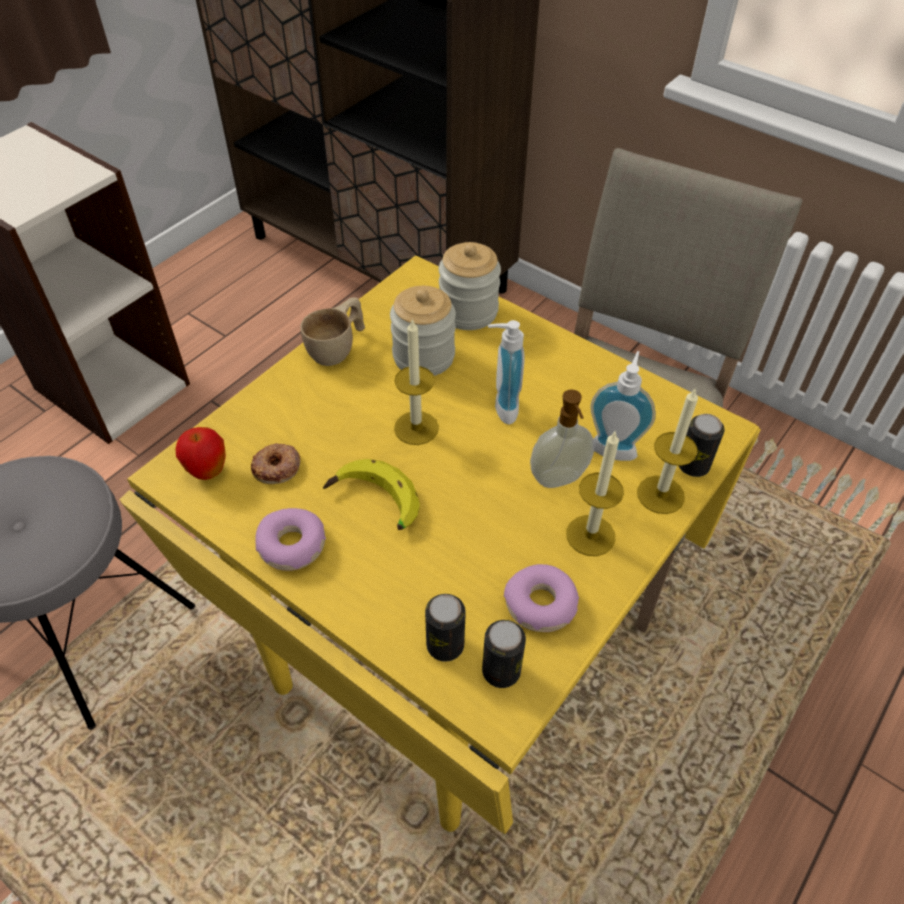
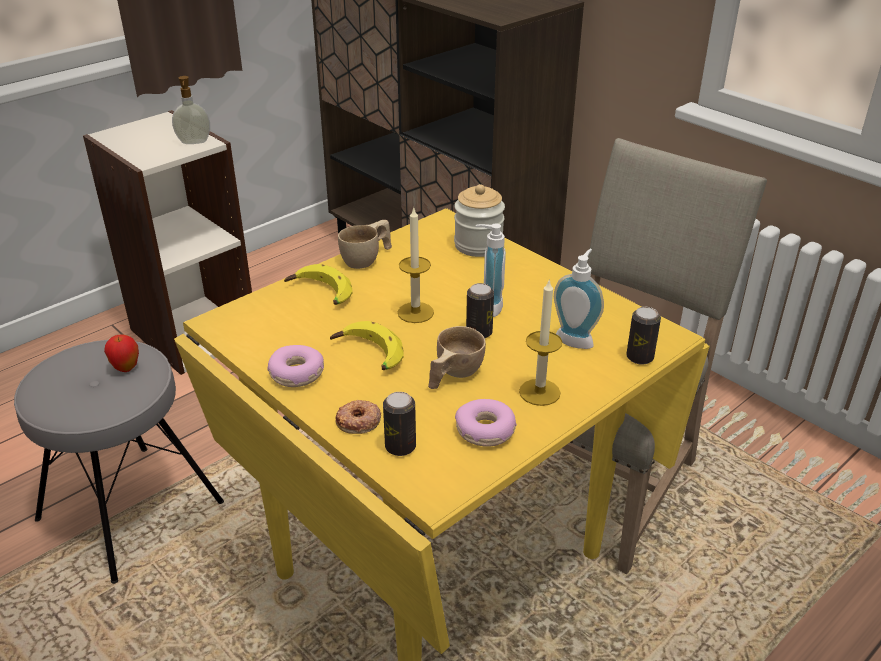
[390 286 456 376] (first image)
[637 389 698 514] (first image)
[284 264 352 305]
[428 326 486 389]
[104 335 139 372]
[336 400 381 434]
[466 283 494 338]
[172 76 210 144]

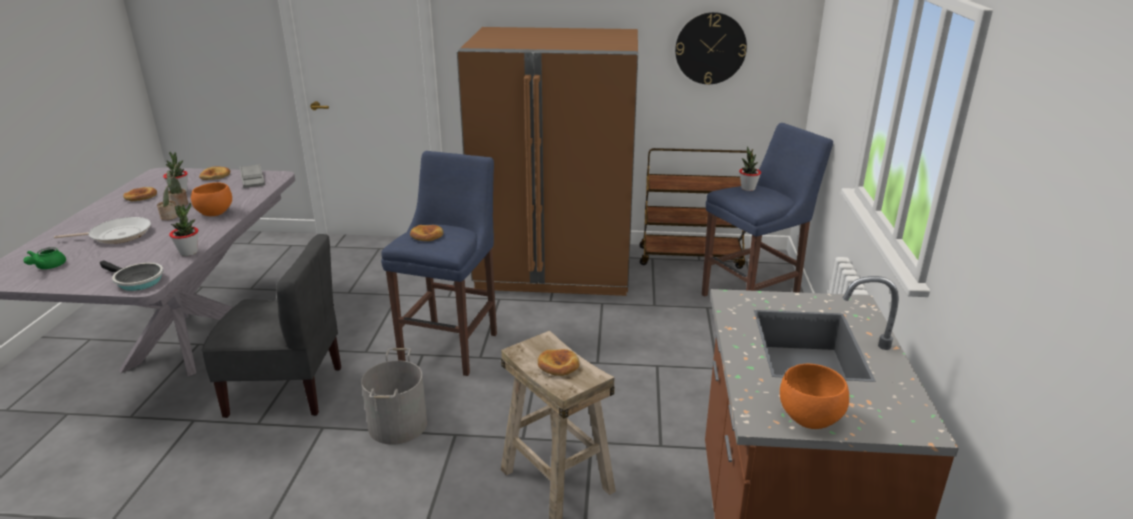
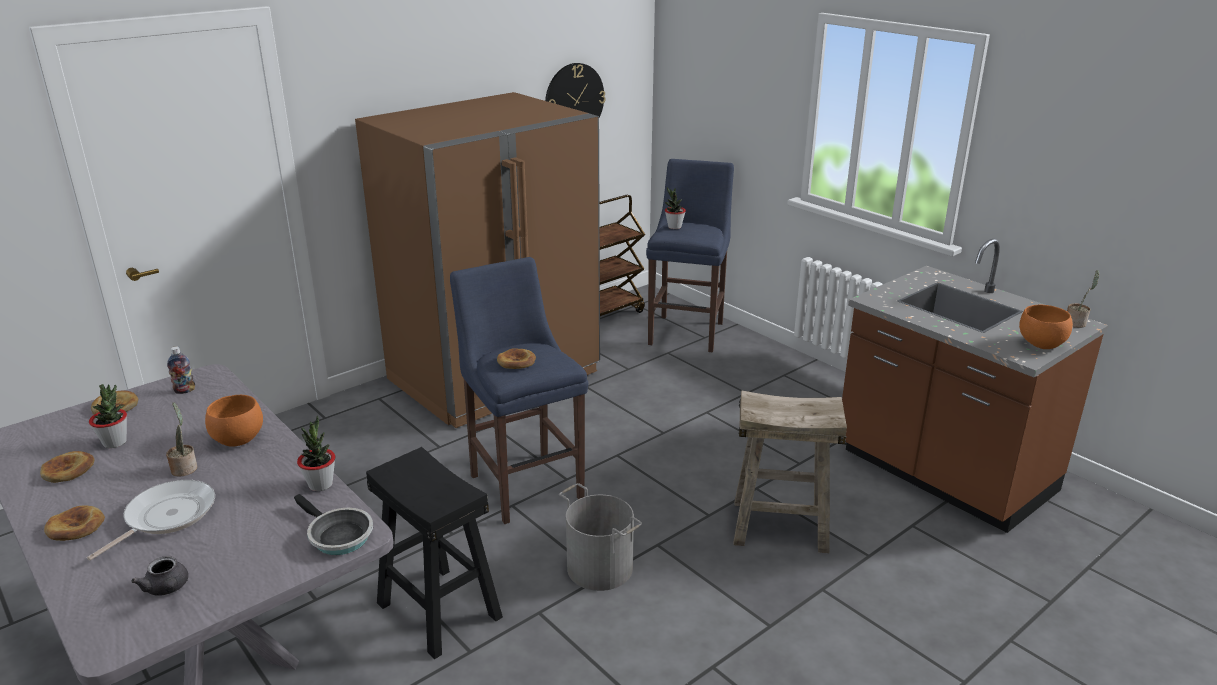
[1067 270 1099 328]
[44 505 105 541]
[366 447 503 659]
[167 346 195 394]
[131 556 188 596]
[294 494 373 555]

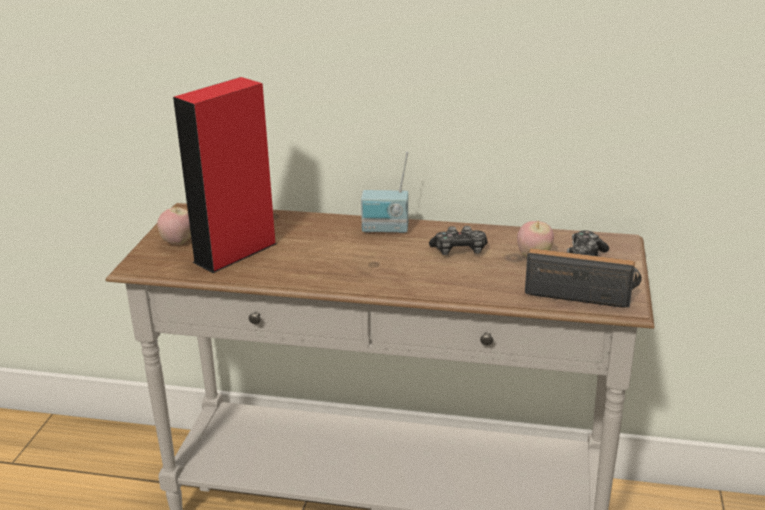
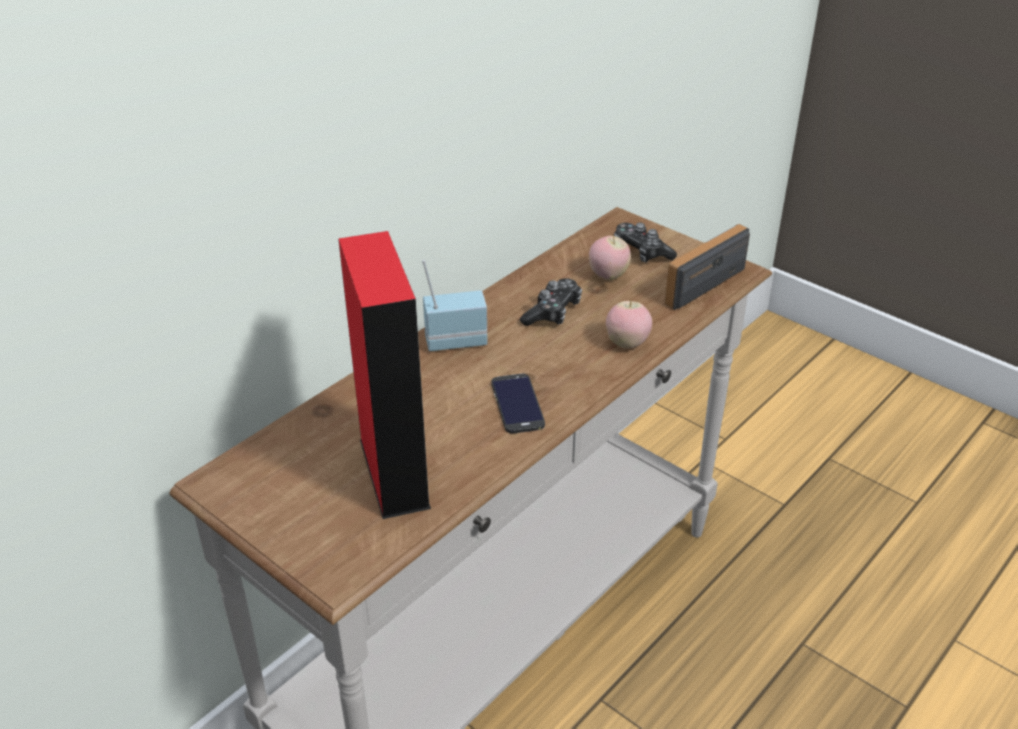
[492 374 545 433]
[606 299 652 349]
[422 260 488 351]

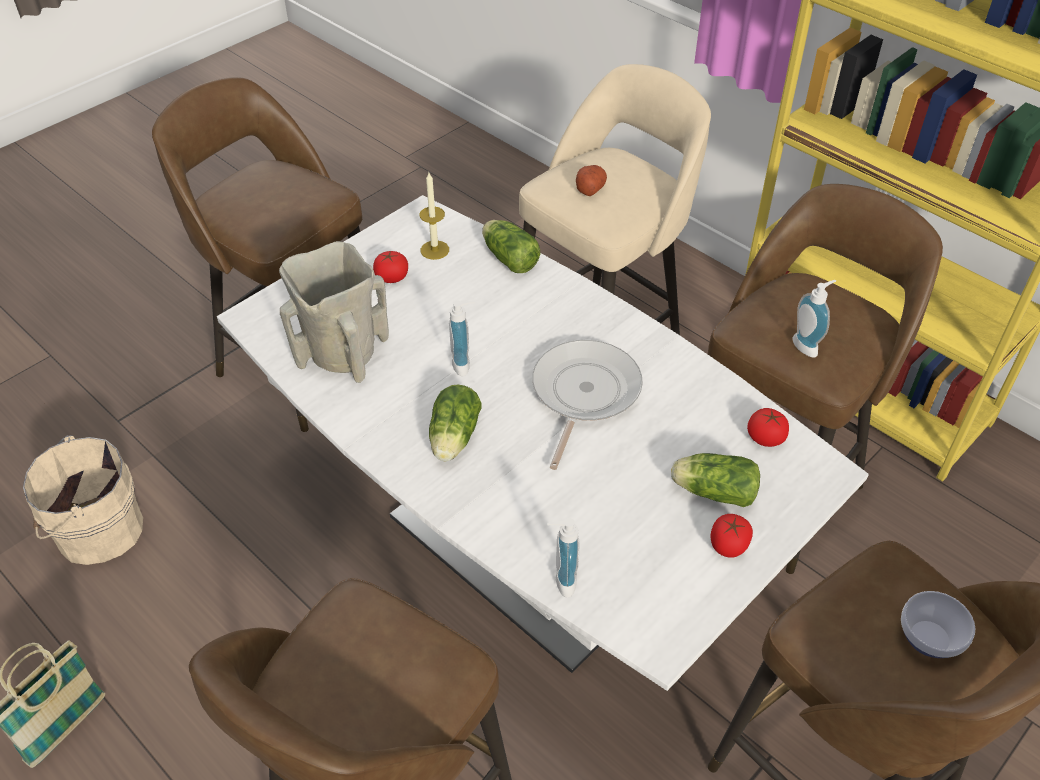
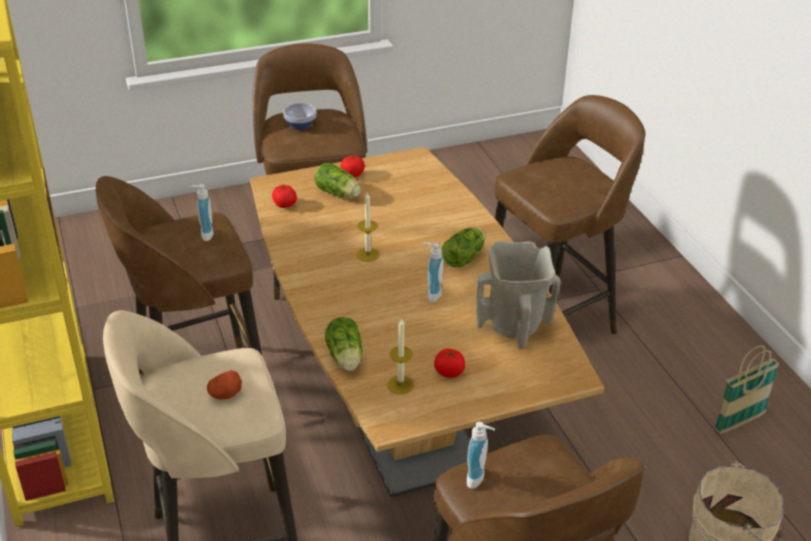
[467 422 495 489]
[356 192 380 262]
[250 147 604 498]

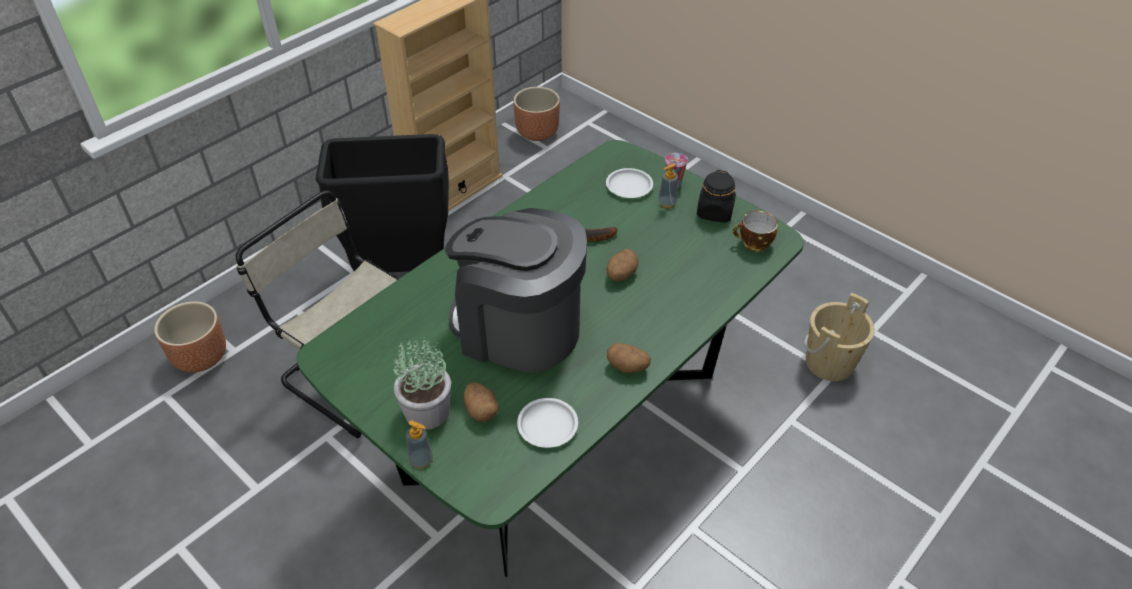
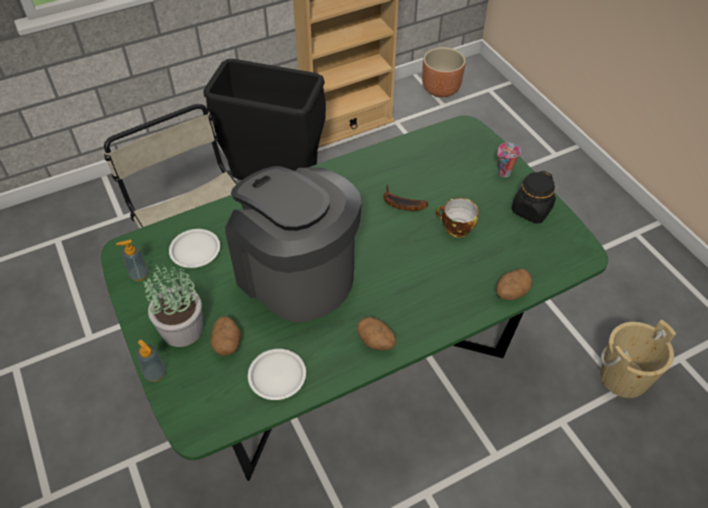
[154 301 226 372] (first image)
[169 229 220 268]
[496 269 532 300]
[116 239 149 281]
[435 198 478 238]

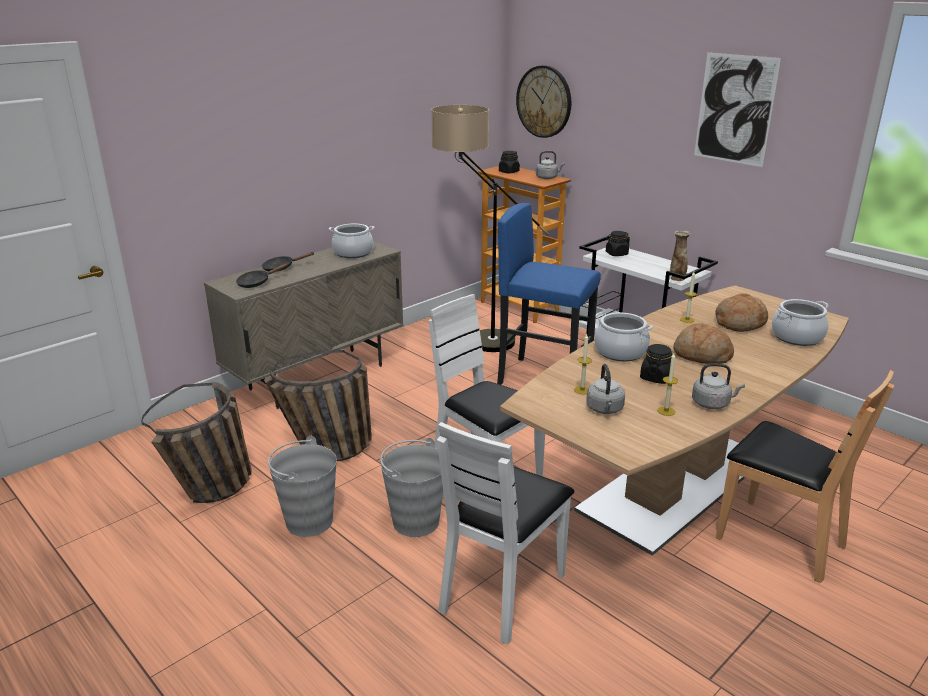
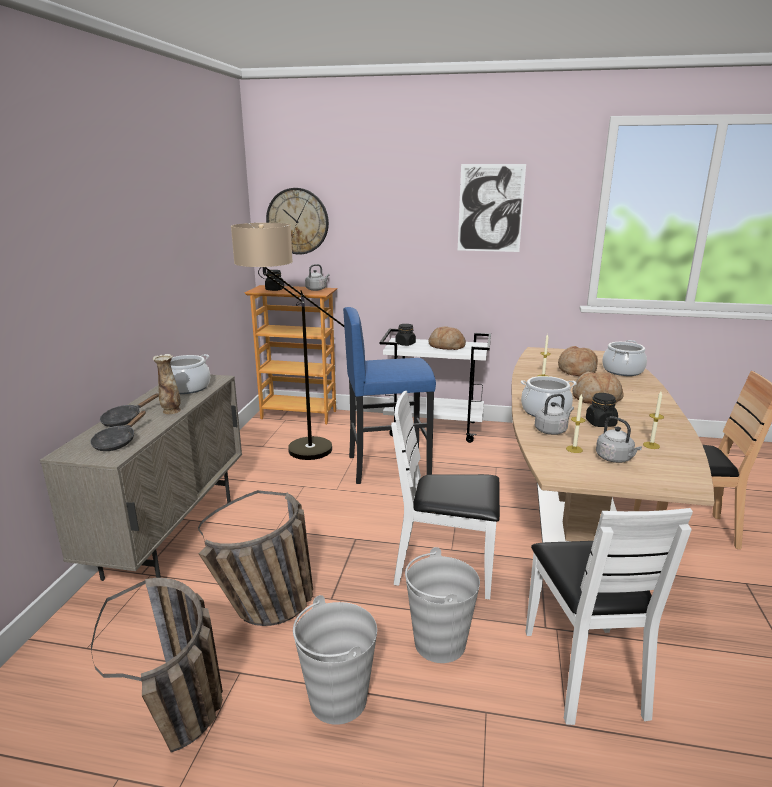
[428 326 466 350]
[153 354 181 414]
[535 394 574 435]

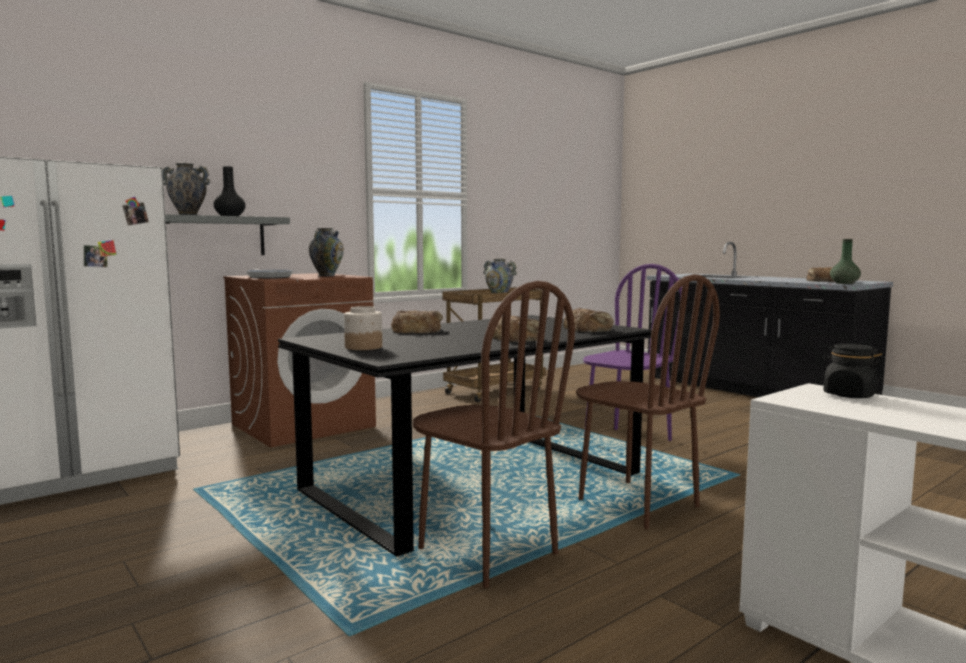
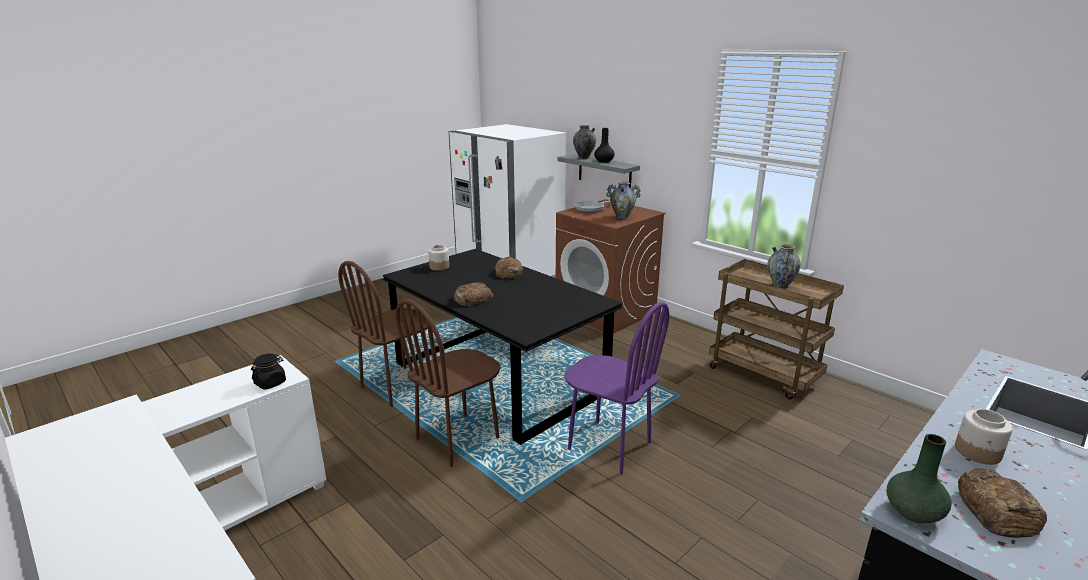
[564 308 614 332] (first image)
[955 409 1013 465]

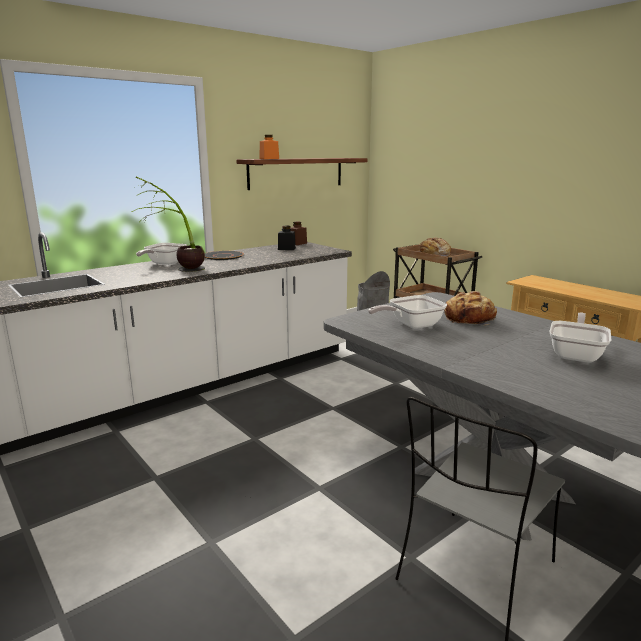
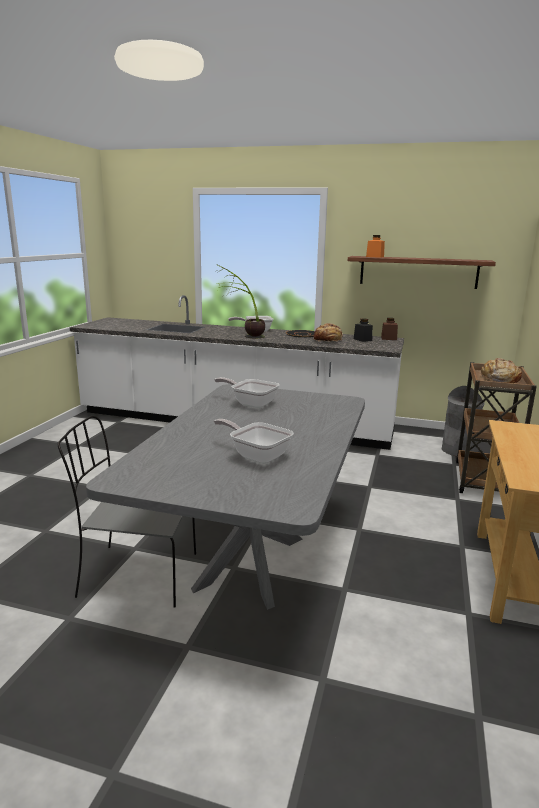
[313 323 343 342]
[214 419 294 464]

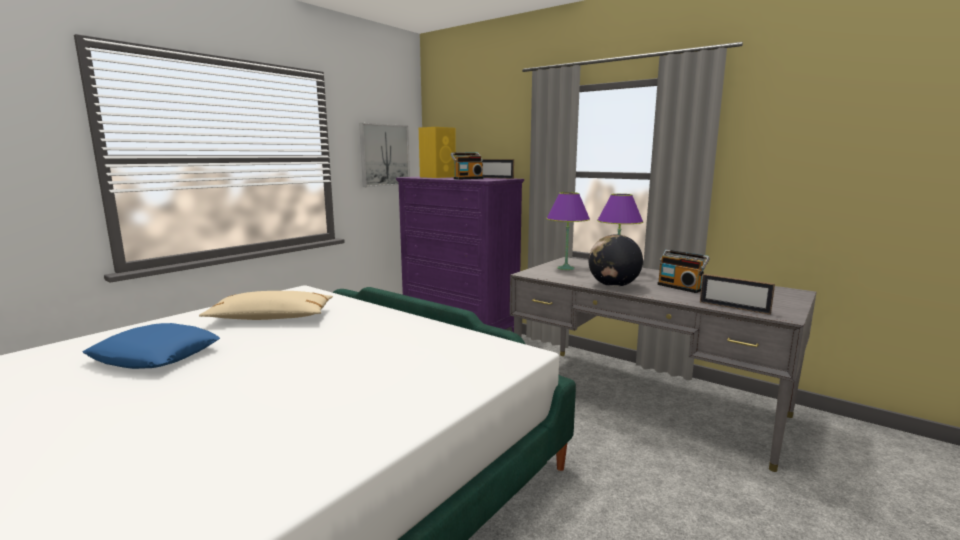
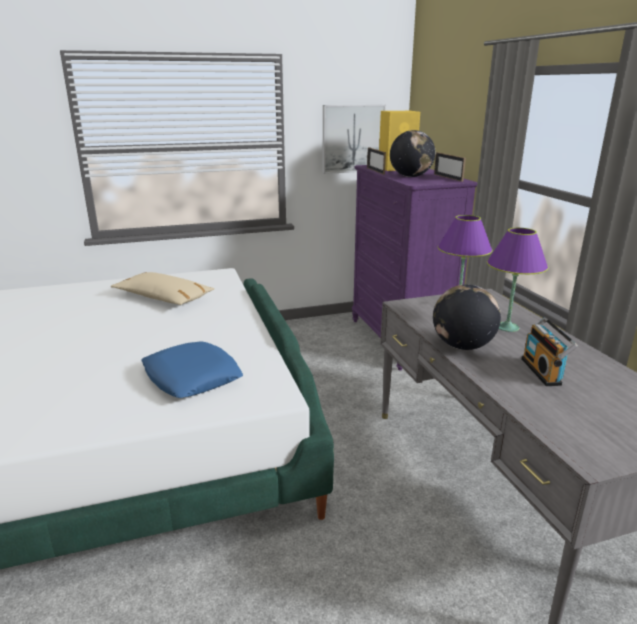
[141 342 243 398]
[367 147 386 174]
[390 130 435 177]

